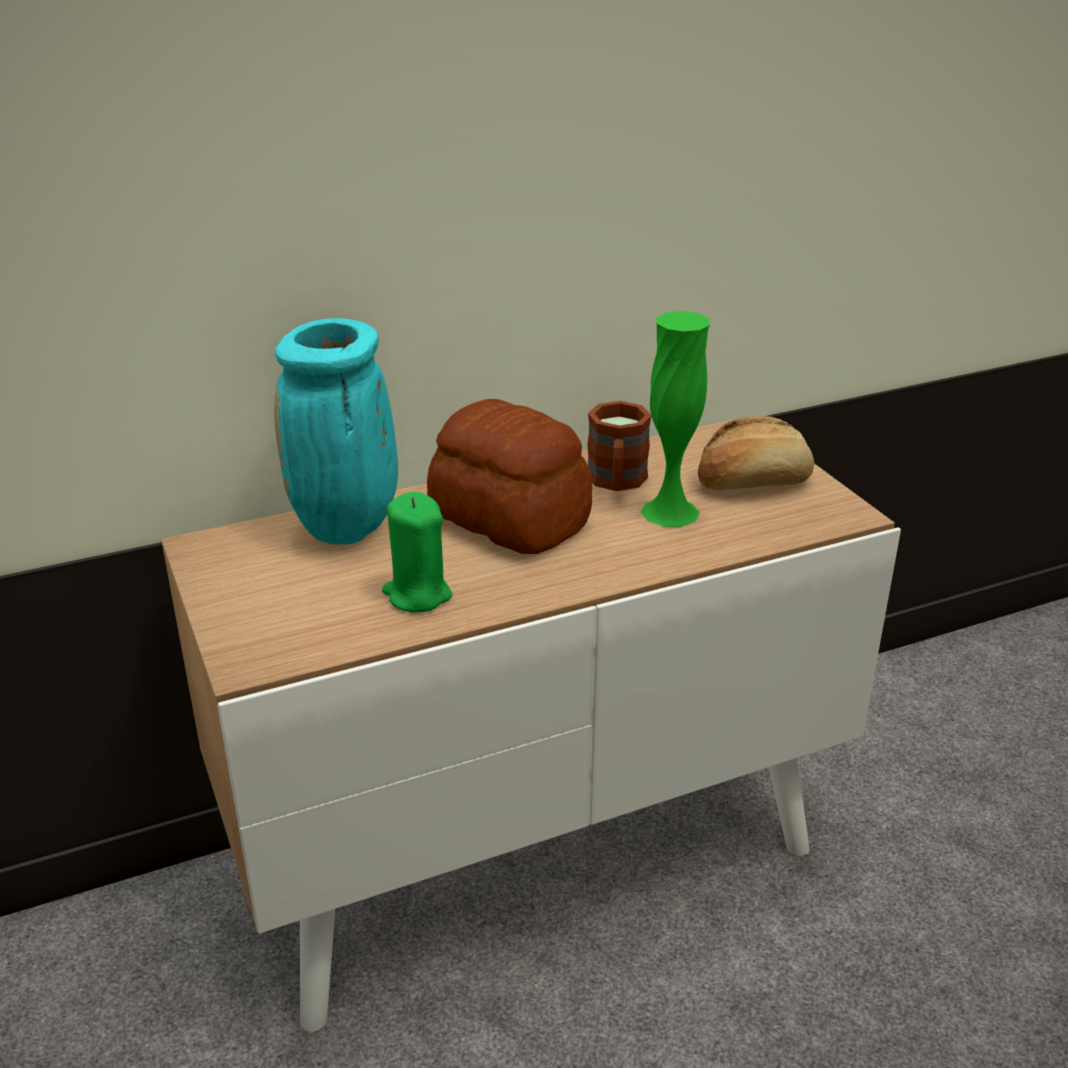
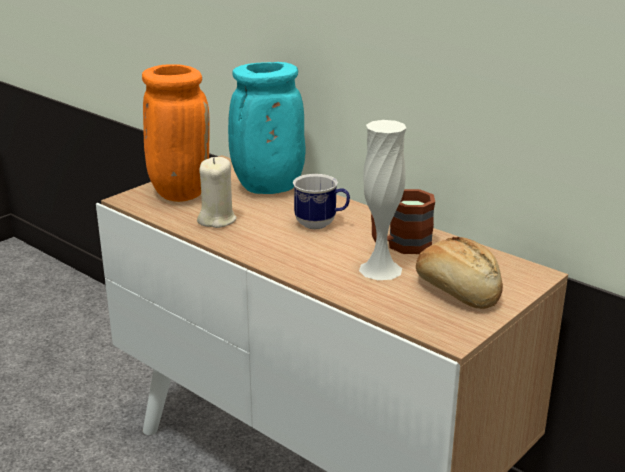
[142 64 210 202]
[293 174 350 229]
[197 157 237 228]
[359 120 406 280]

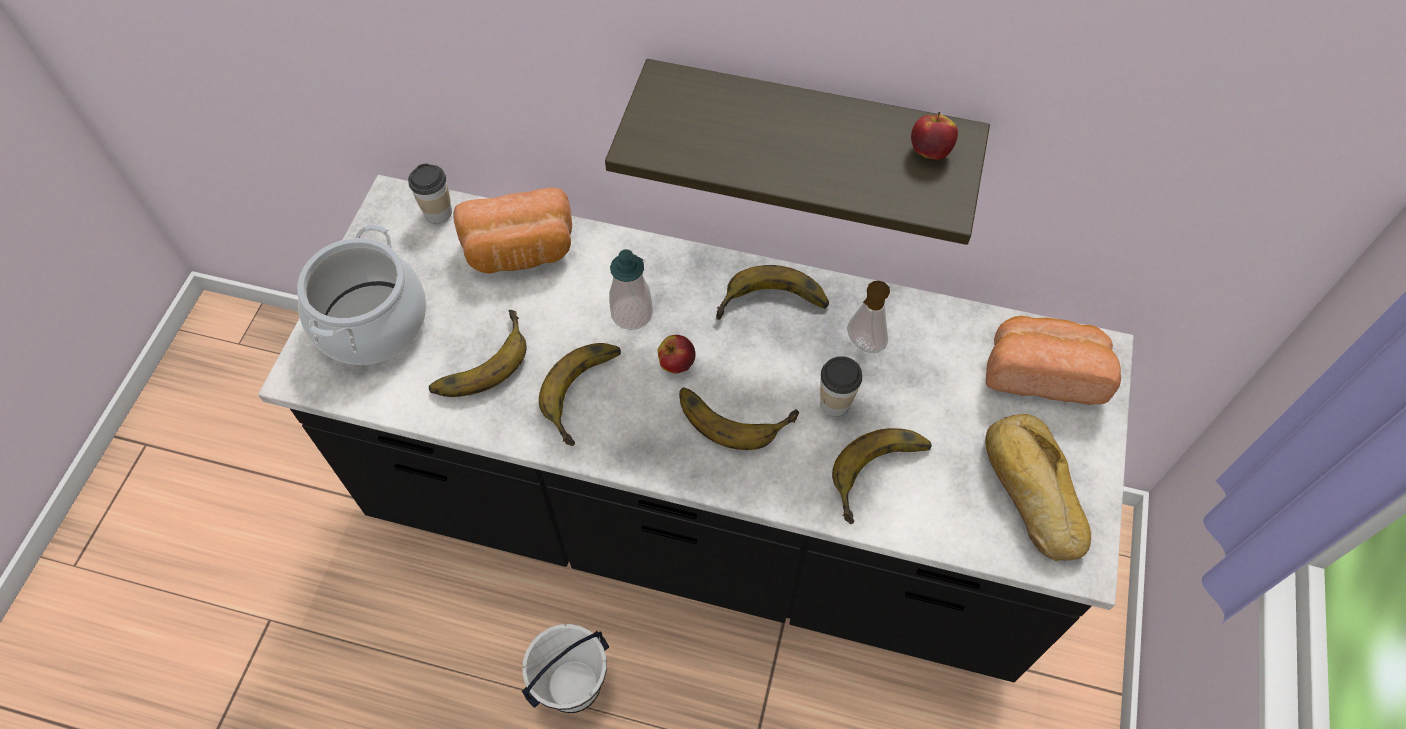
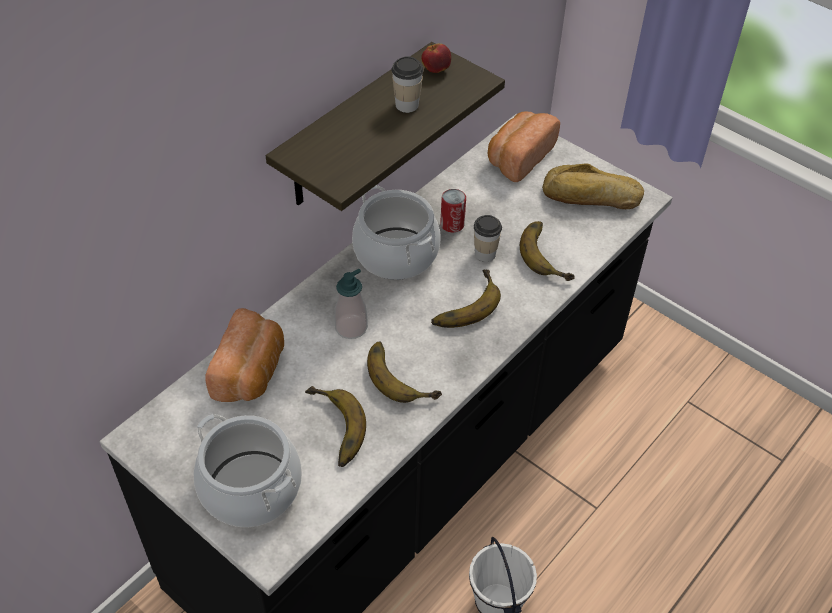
[657 335 695 374] (first image)
[391 56 424 113]
[352 185 441 280]
[440 189 466 232]

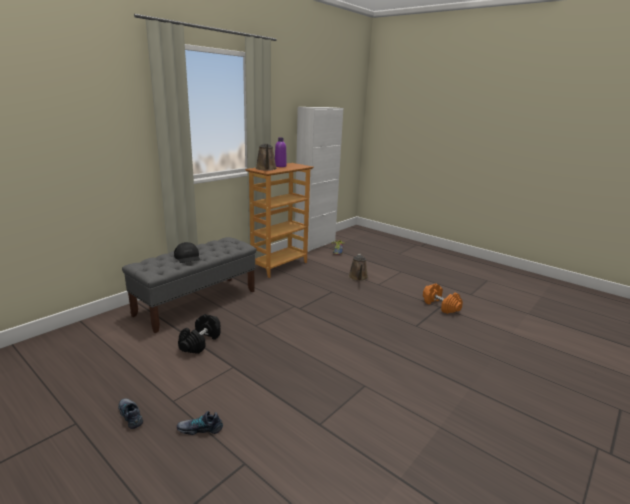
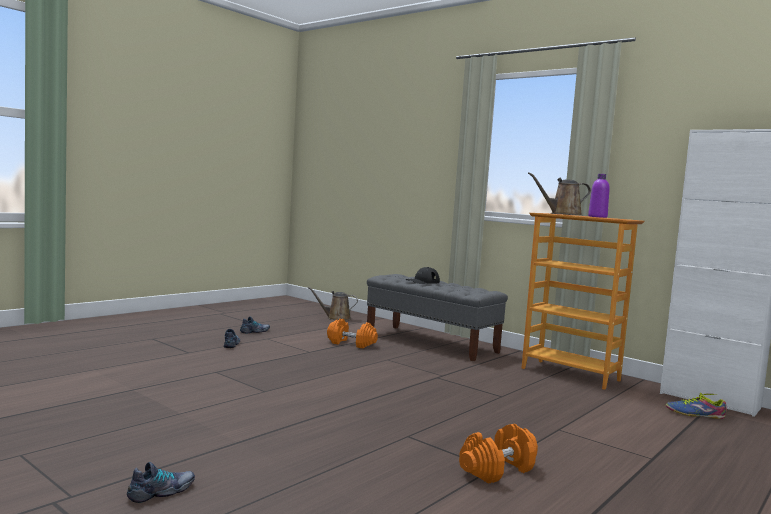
[127 462 195 503]
[308 287 358 321]
[327 318 378 348]

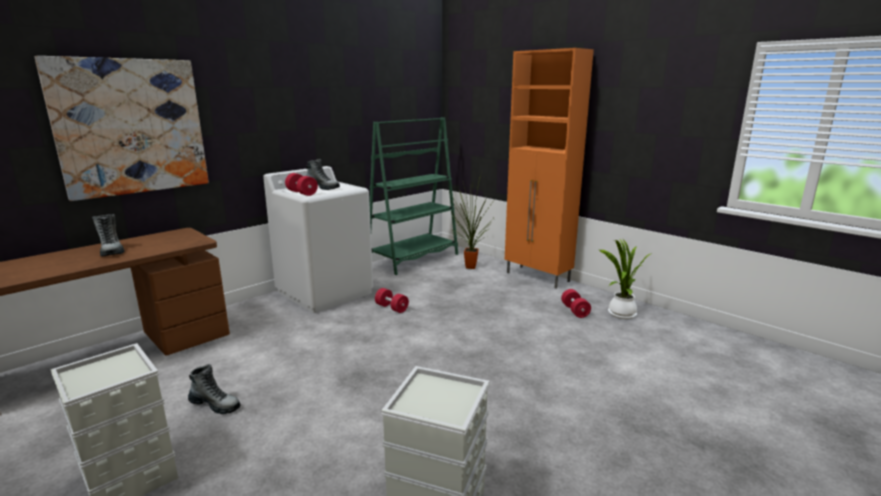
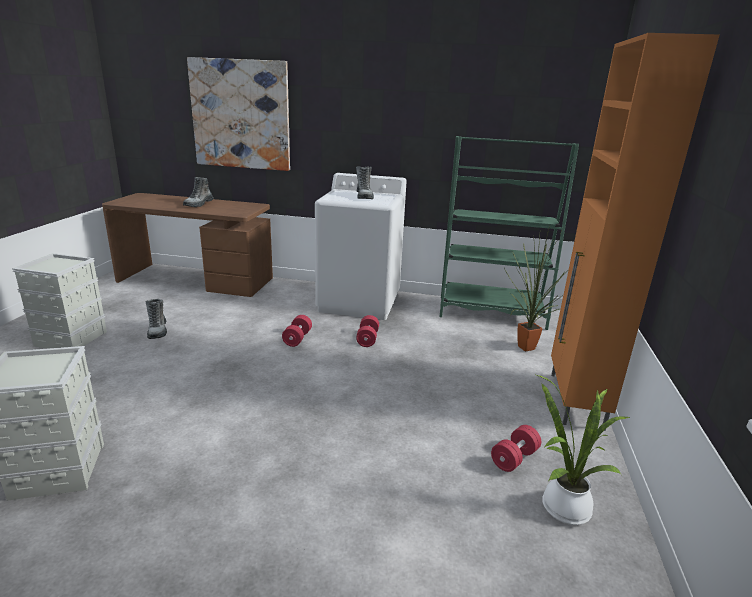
[282 315 312 347]

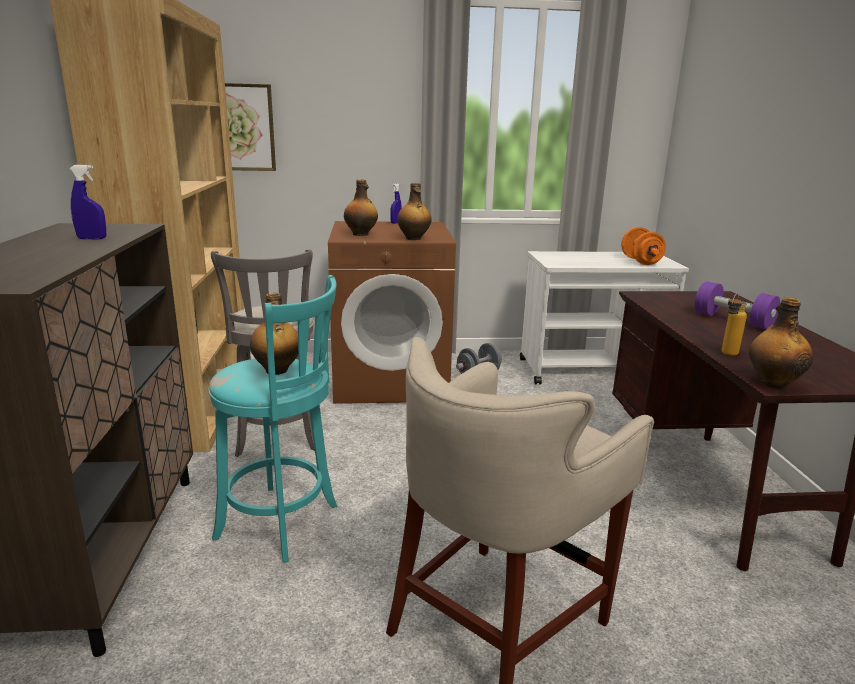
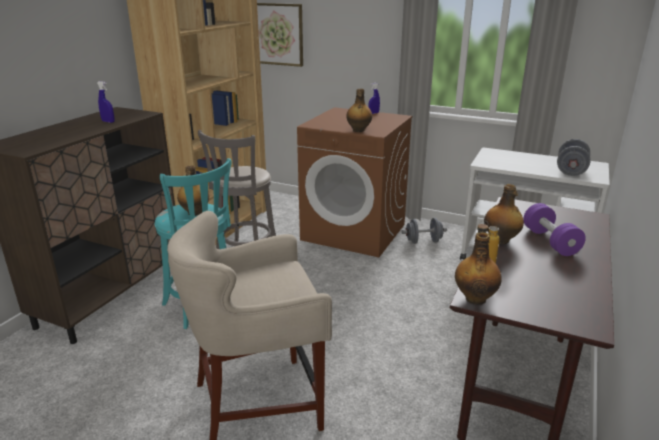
[484 184 524 244]
[557 139 590 176]

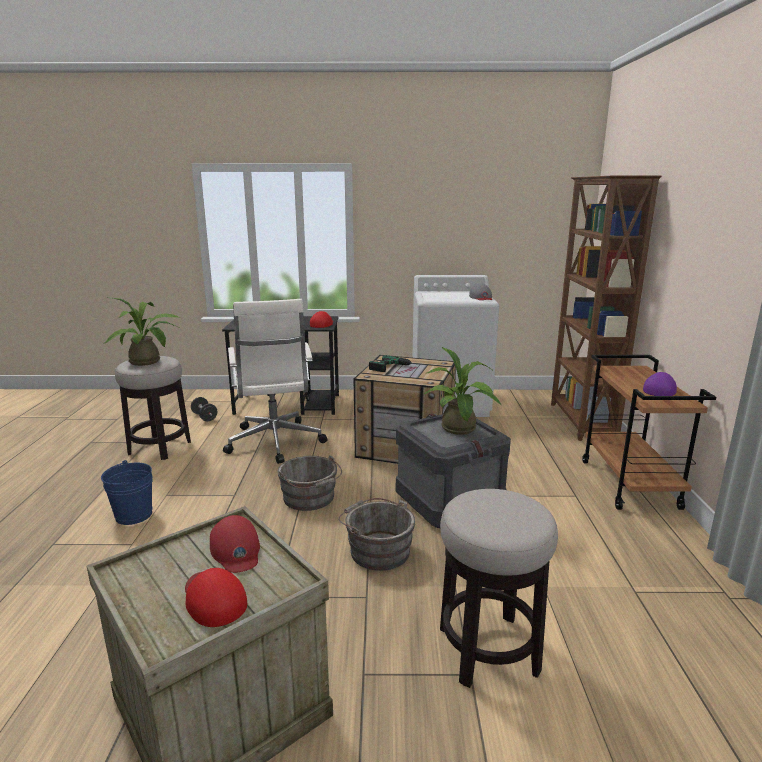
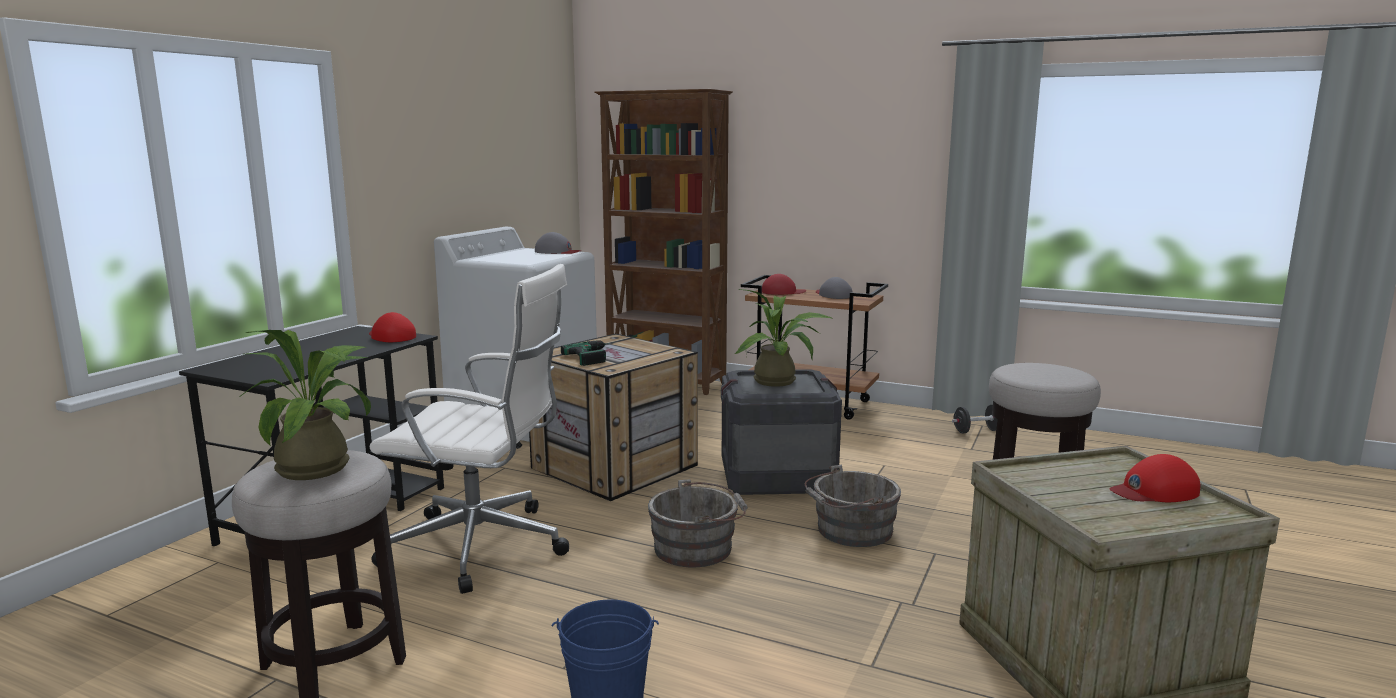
[952 405 998 434]
[762 274 806 295]
[816 277 853 299]

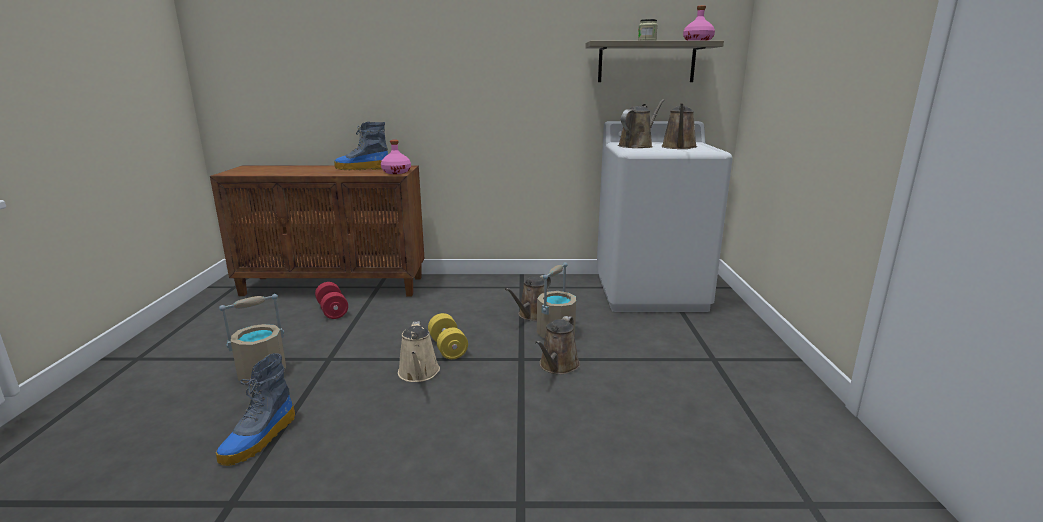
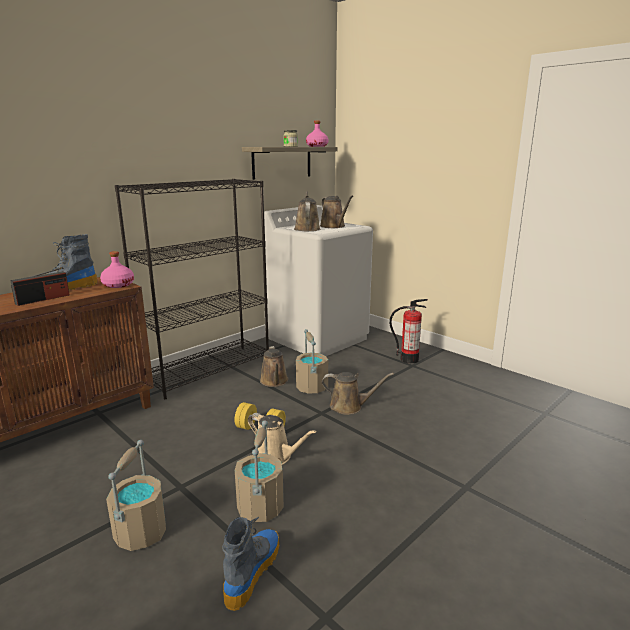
[315 282 348 319] (first image)
[10 268 70 306]
[115 179 269 399]
[235 420 284 522]
[389 299 428 364]
[222 517 280 611]
[322 372 394 415]

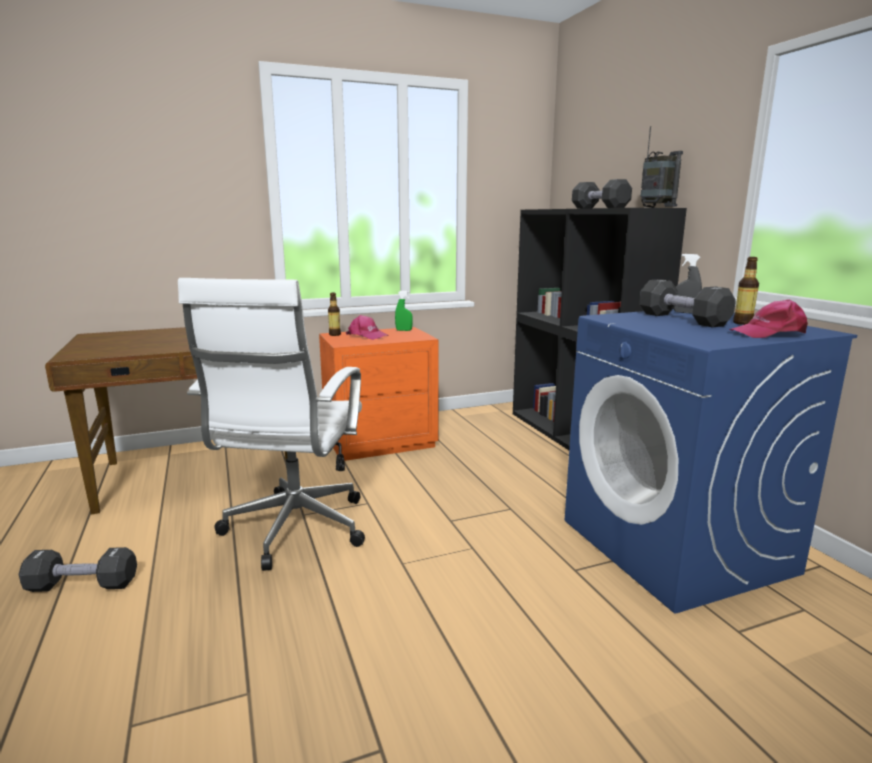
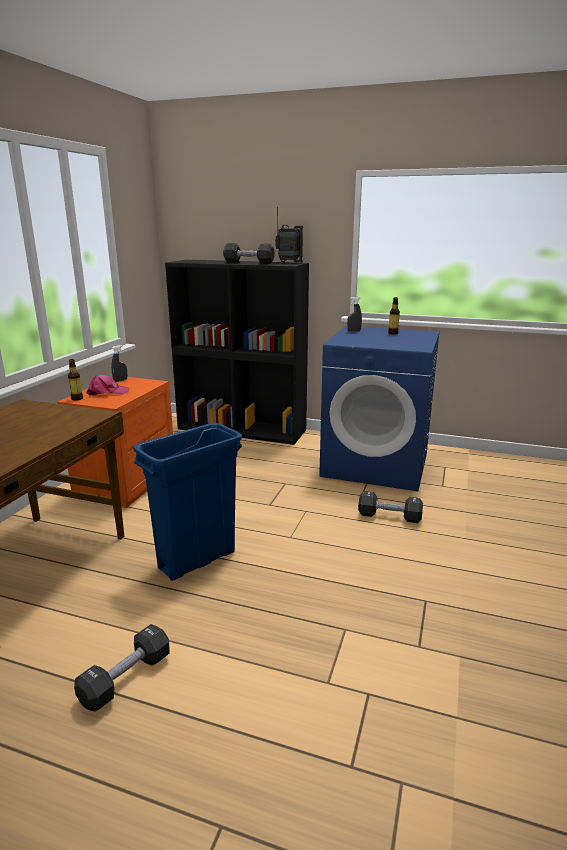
[729 299 808 338] (first image)
[358 491 423 523]
[134 423 242 581]
[111 345 127 382]

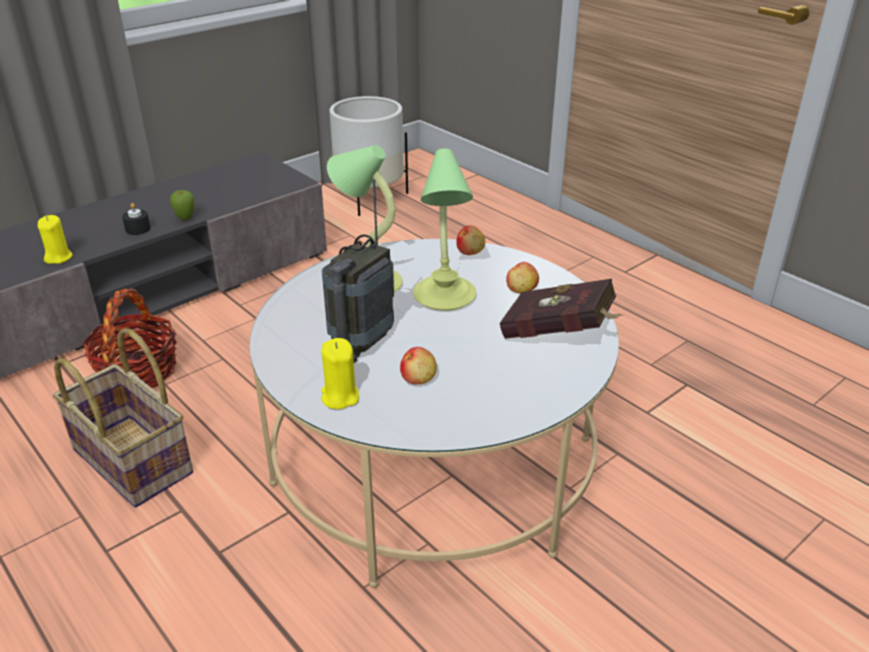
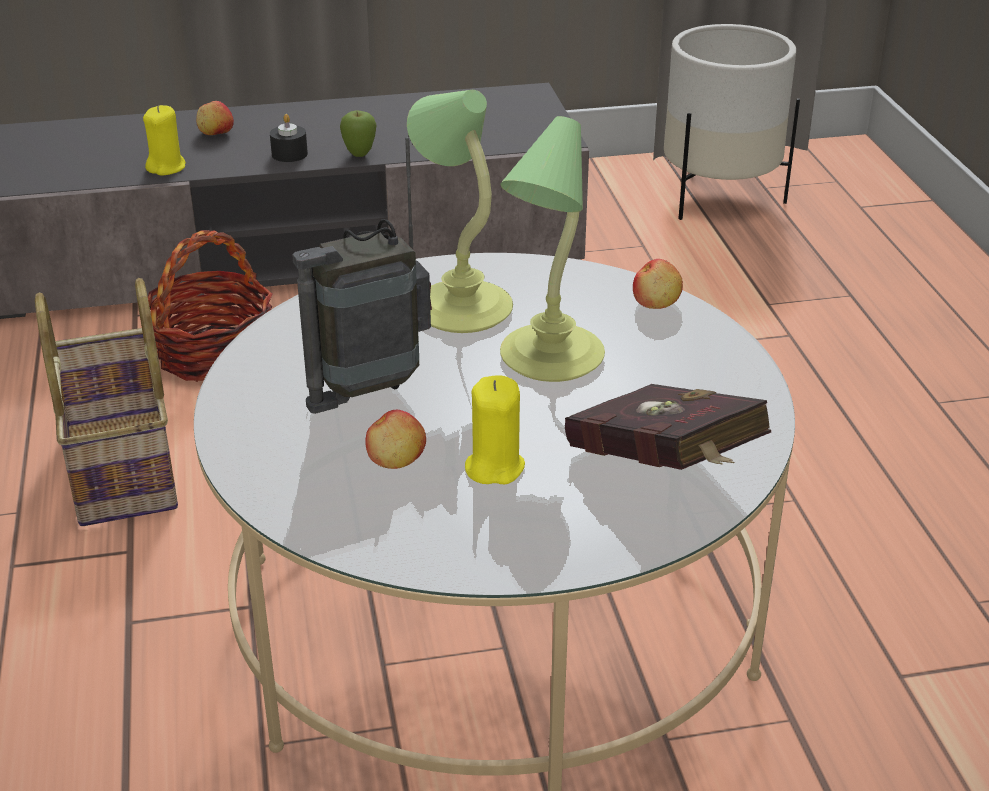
[465 375 525 485]
[196 101 234 135]

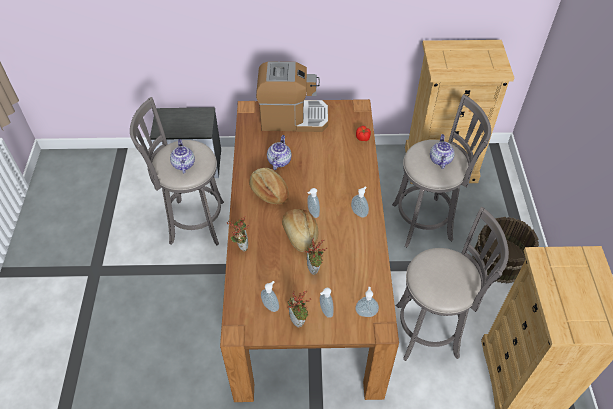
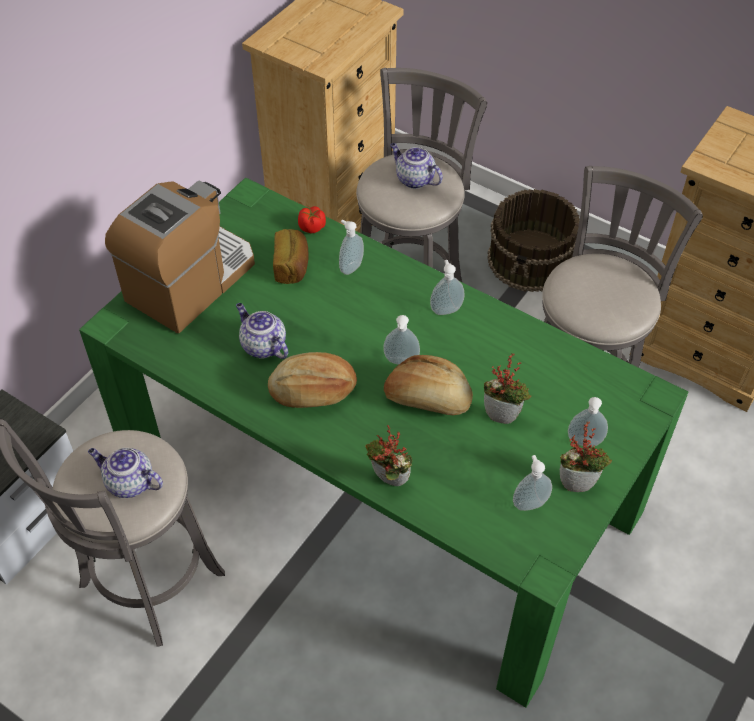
[273 229 309 284]
[339 220 364 275]
[79 178 688 707]

